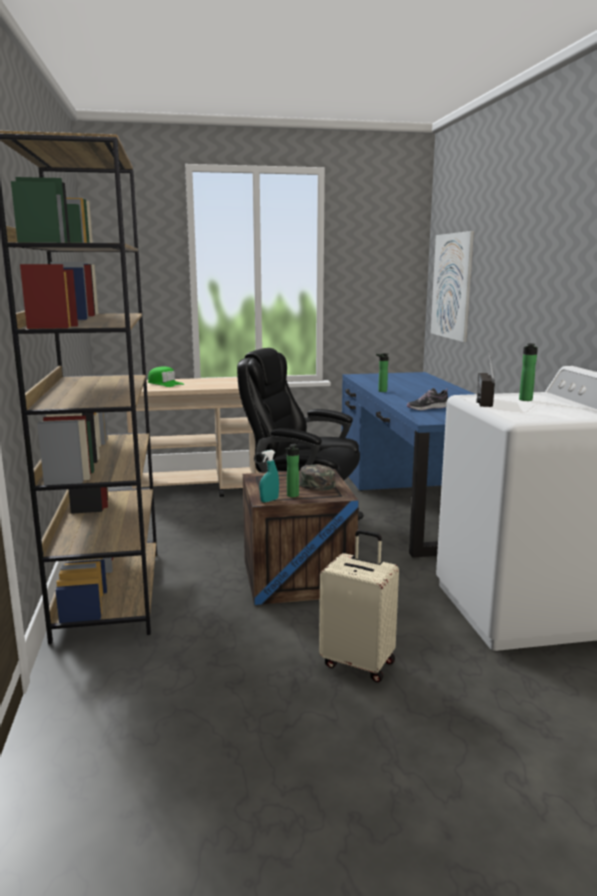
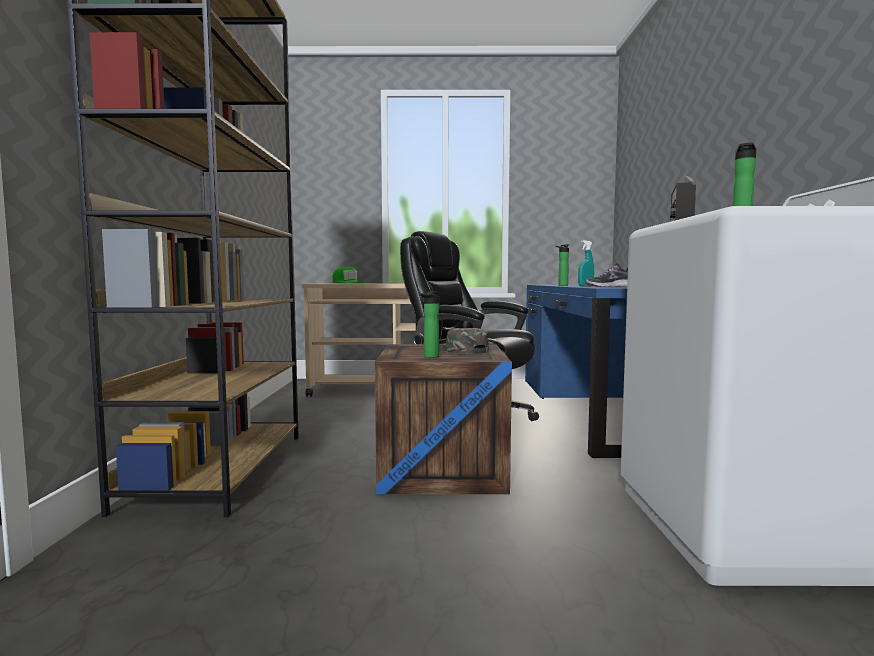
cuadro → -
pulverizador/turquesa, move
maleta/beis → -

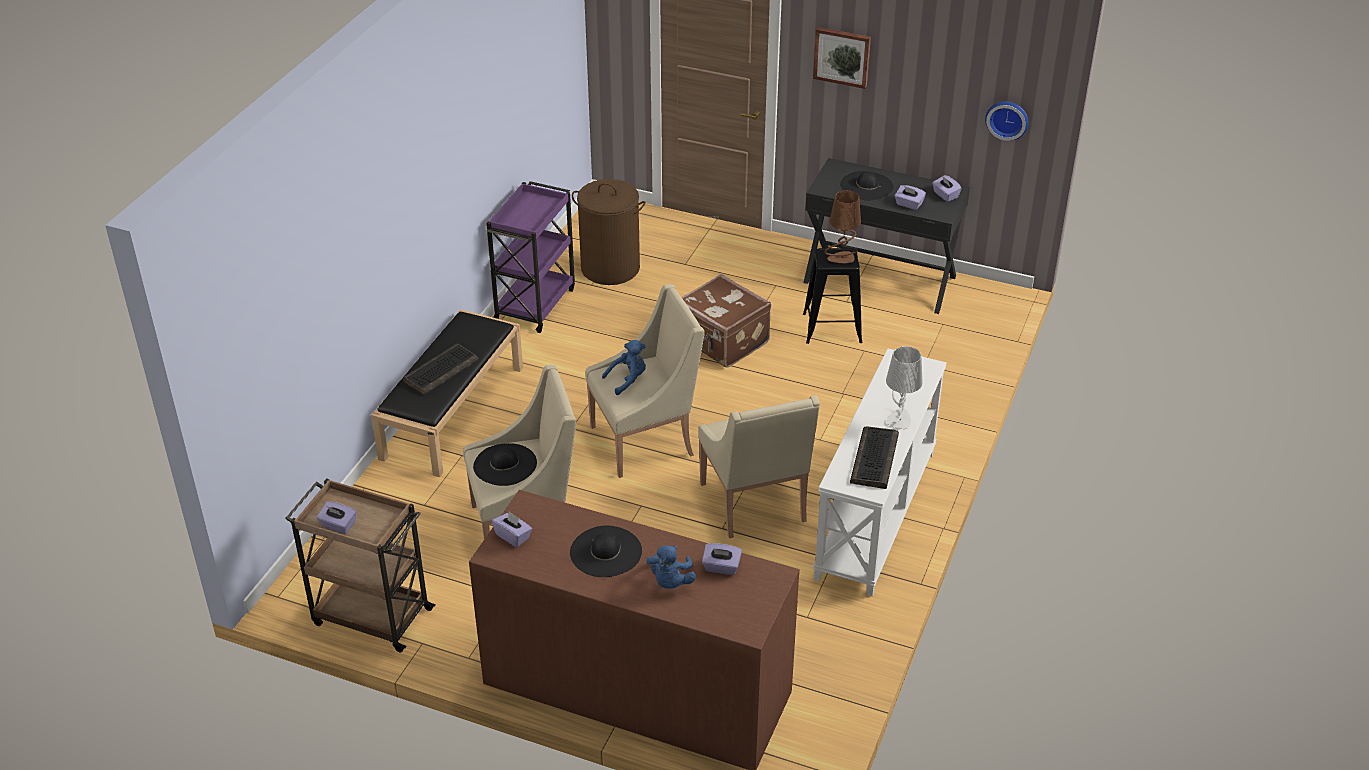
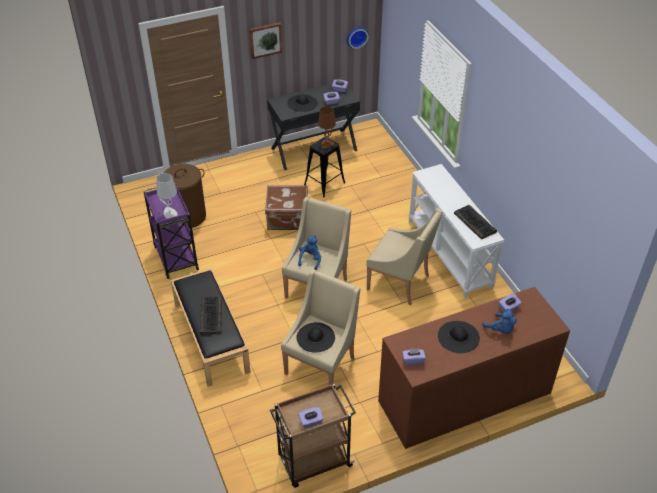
lámpara de mesa/gris, move

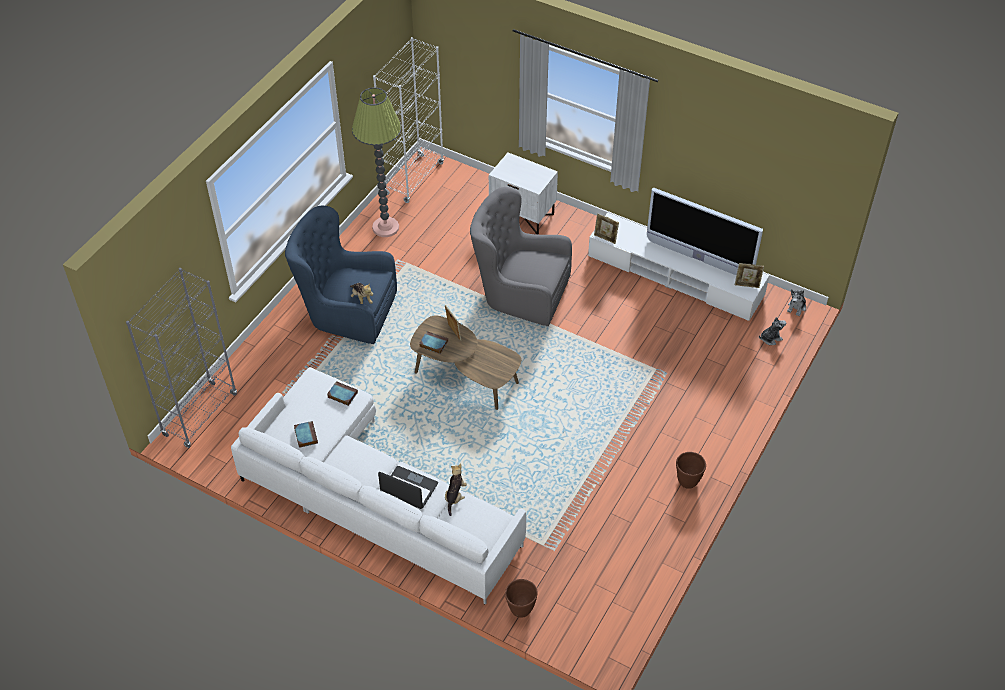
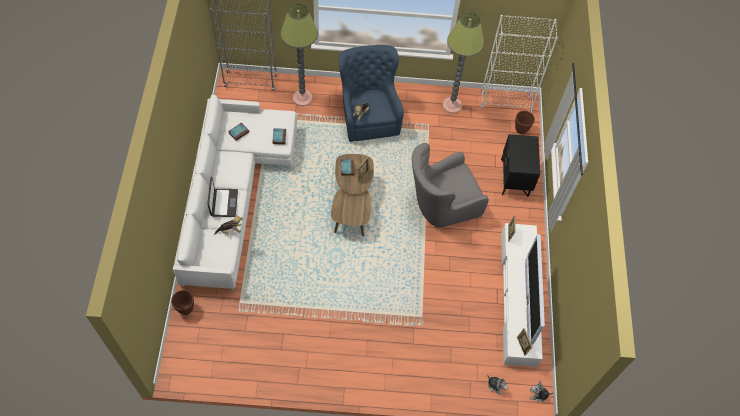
mesita de noche/blanco → mesita de noche/negro
sillón/gris, 105 degrees counterclockwise
maceta/marrón (2nd from left), move
- → lámpara de pie (1st from left)

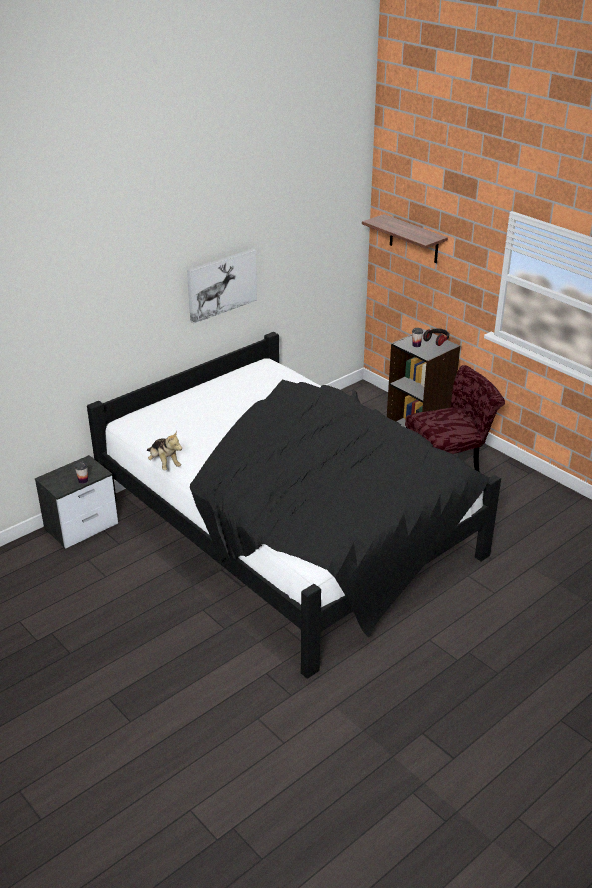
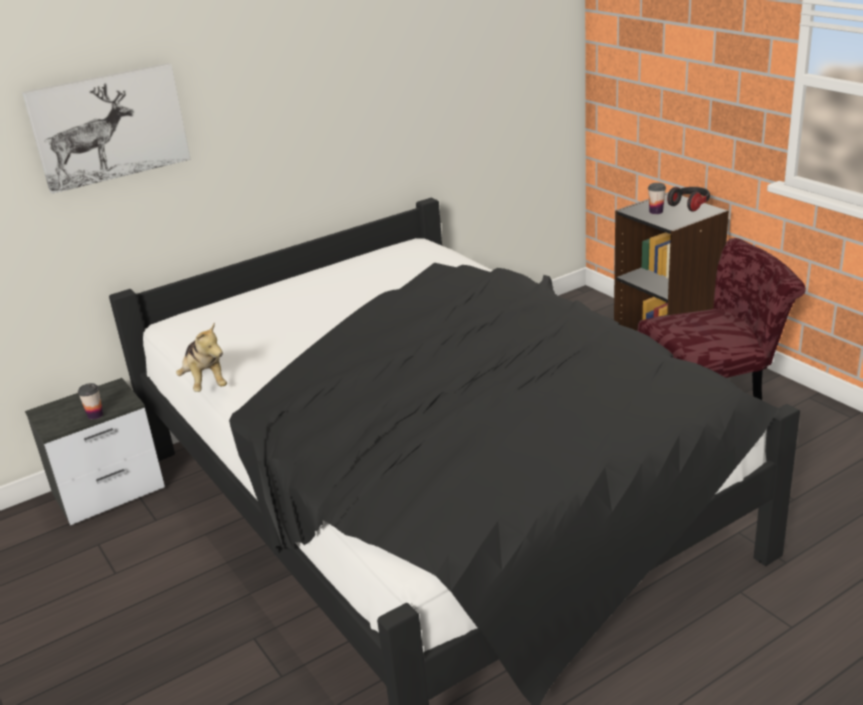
estante → -
cuadro, move

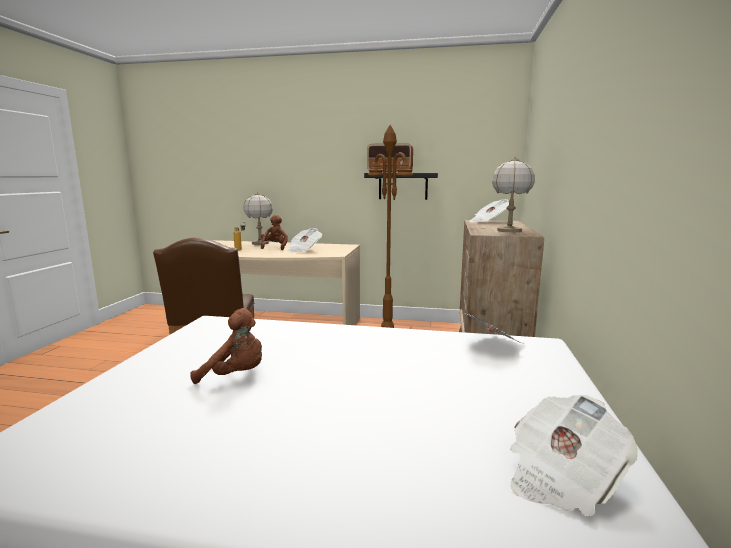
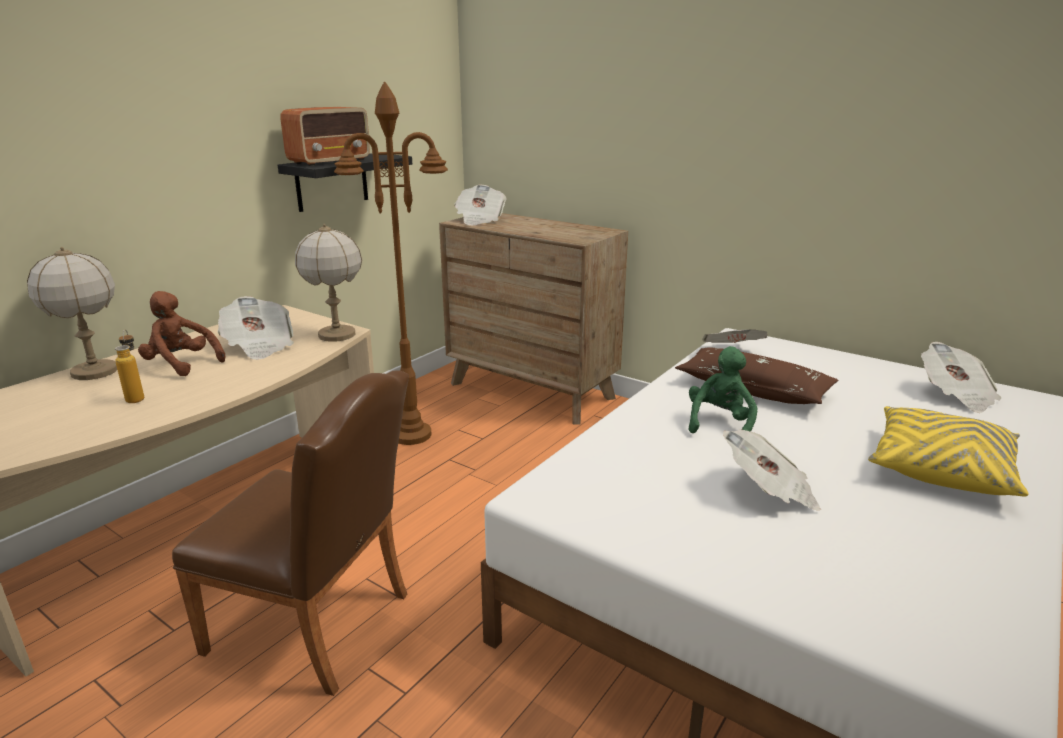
lámpara de mesa (2nd from left), move
peluche/marrón (1st from left) → periódico (4th from left)
- → peluche/verde
- → cojín/marrón
- → cojín/amarillo

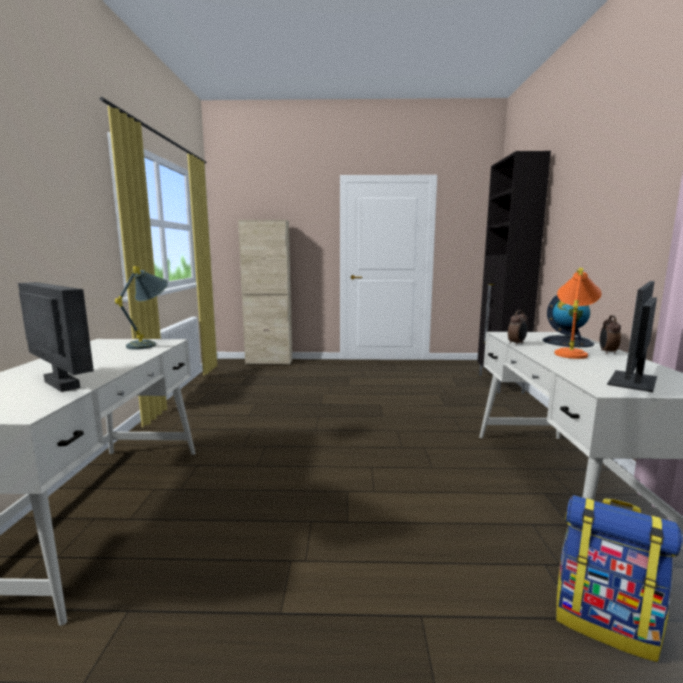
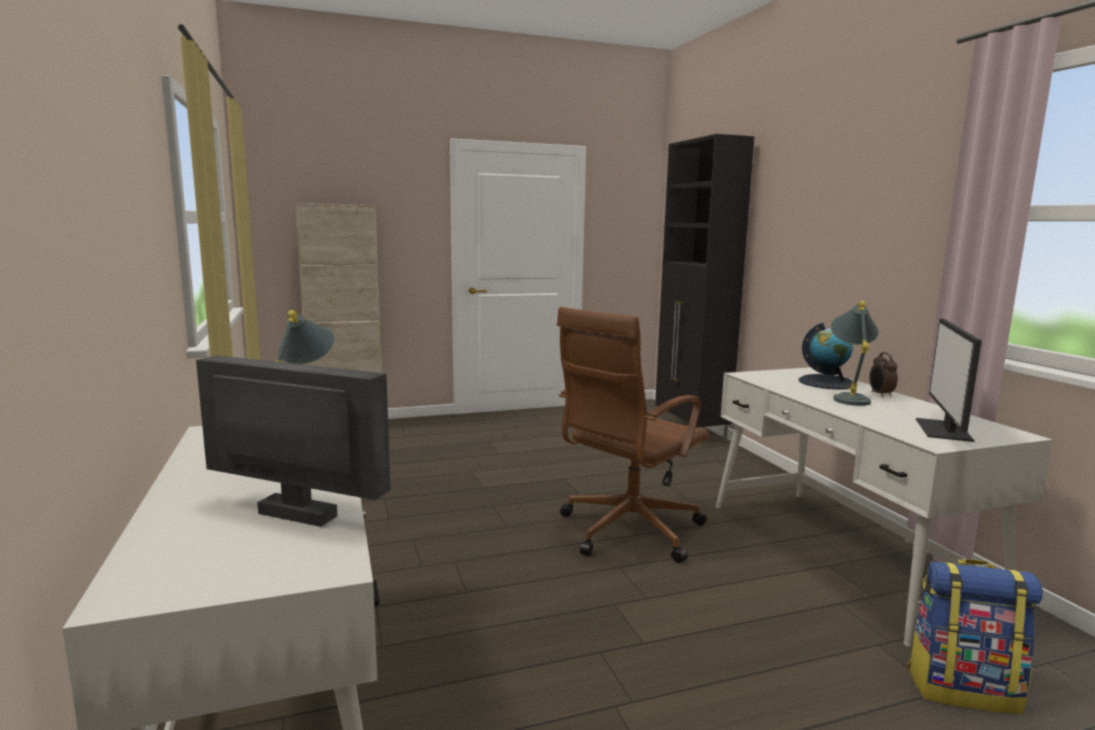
lámpara de mesa/naranja → lámpara de mesa/gris (2nd from left)
despertador (1st from left) → -
- → silla de oficina/marrón

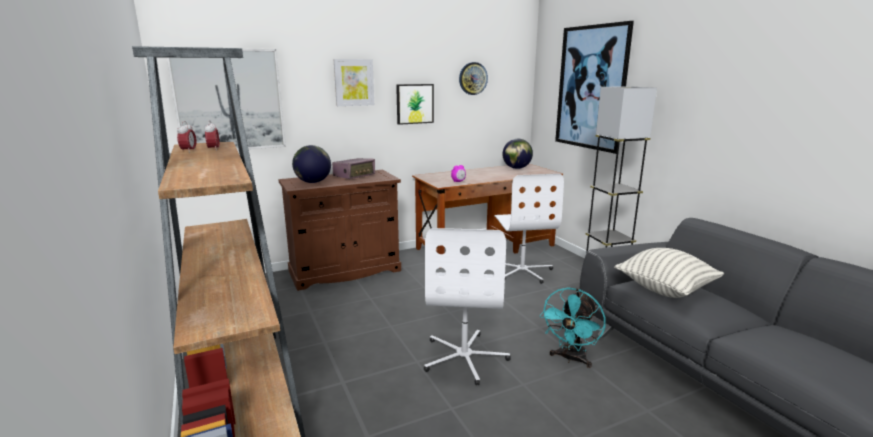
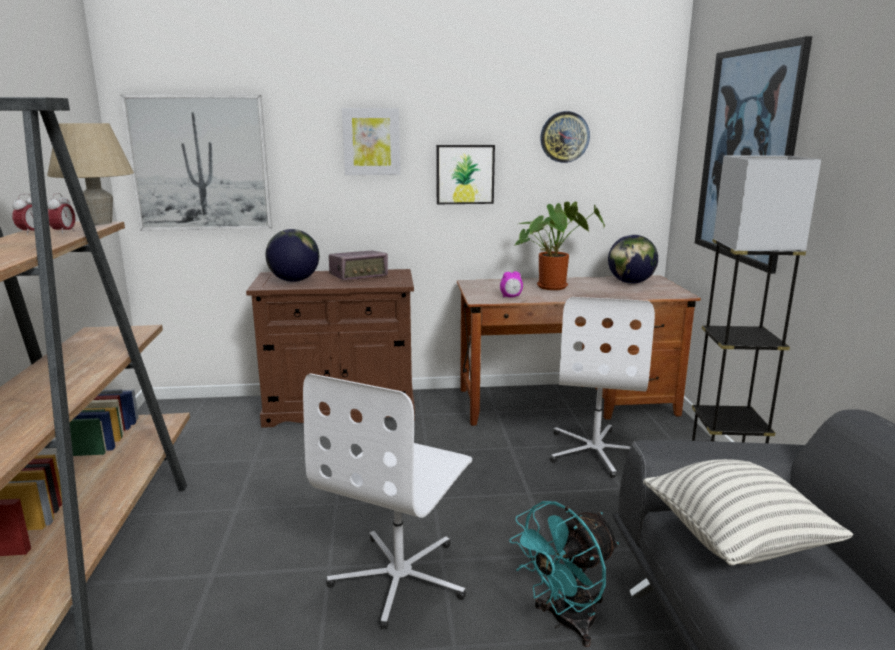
- → lámpara de mesa/beis
- → planta en maceta

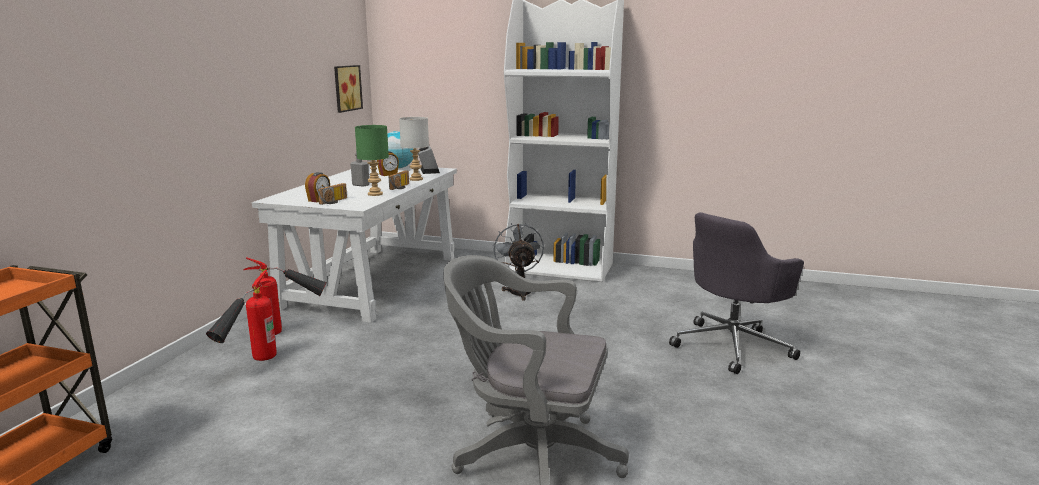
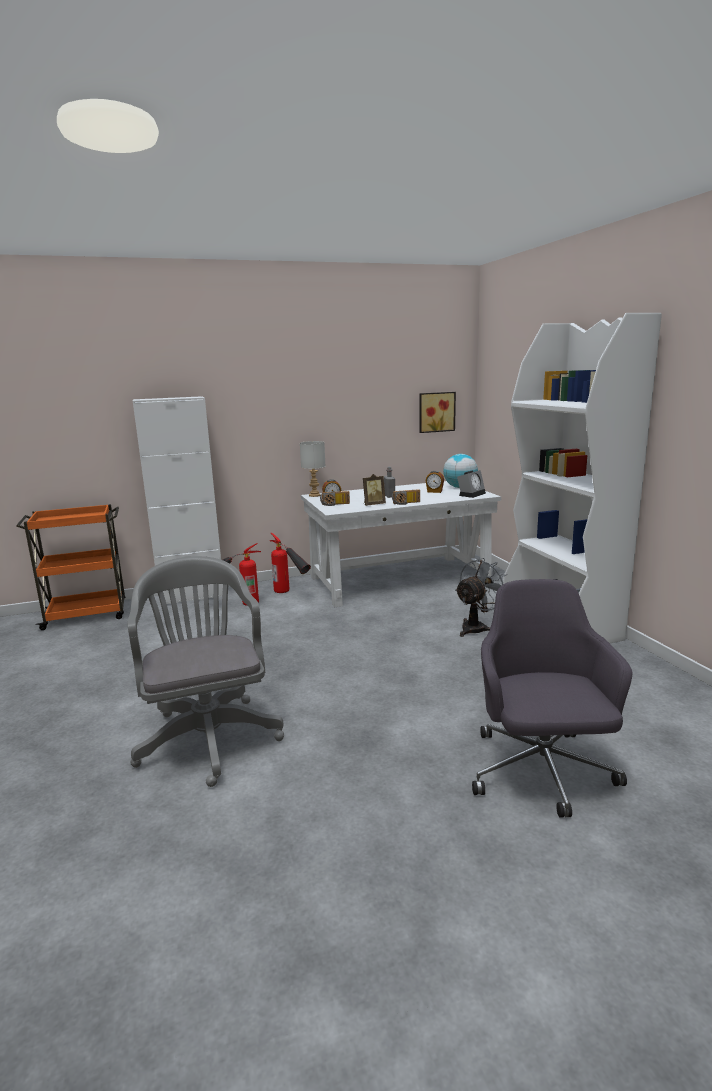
lámpara de mesa/gris, move
lámpara de mesa/verde → portarretratos
silla de oficina/gris (2nd from left), 75 degrees clockwise
- → armario/blanco

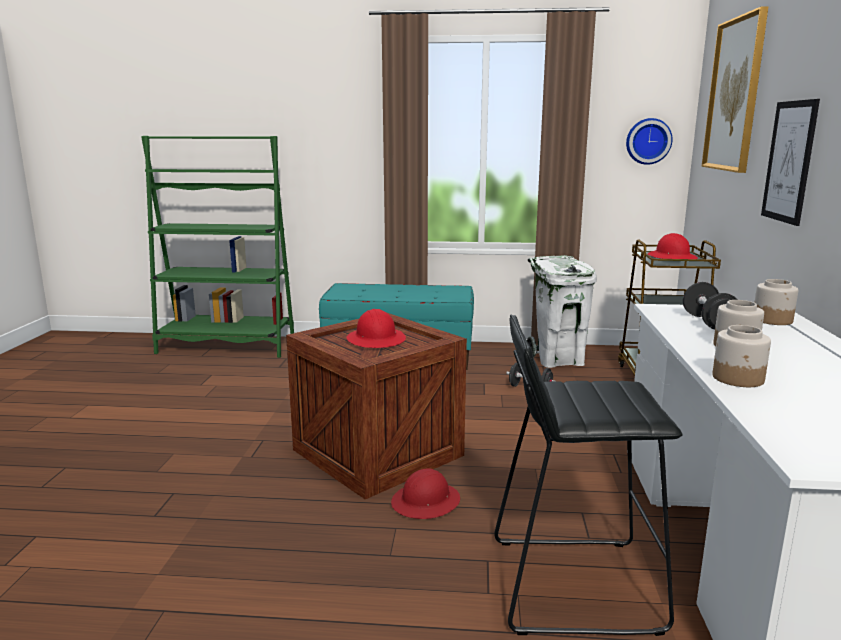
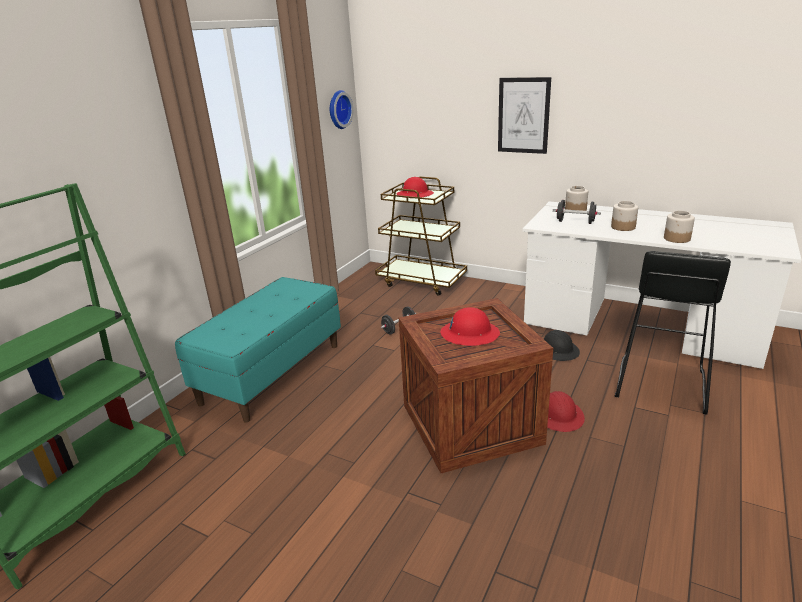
cuadro (1st from left) → -
papelera/blanco → -
- → casco/negro

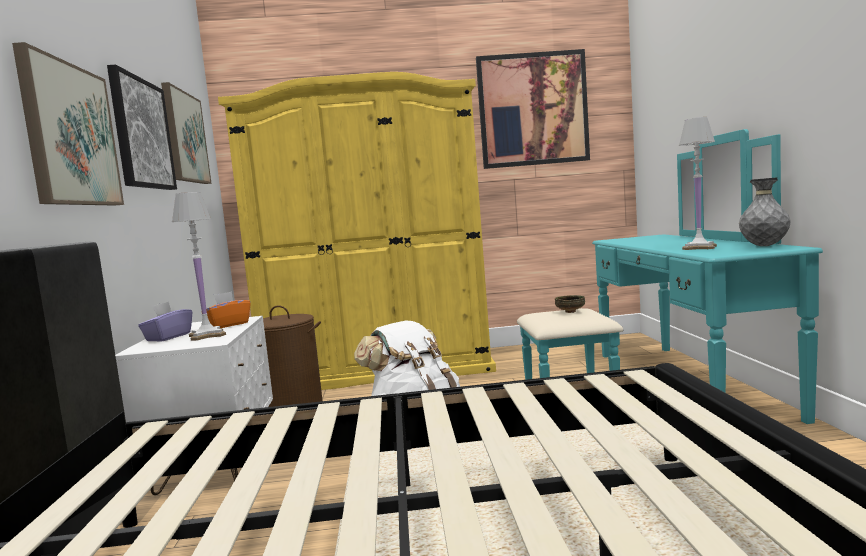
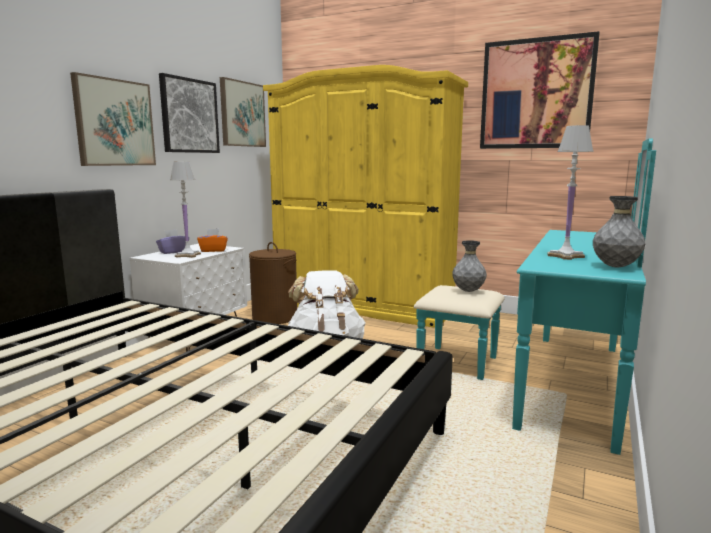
cuenco → florero/gris (1st from left)

